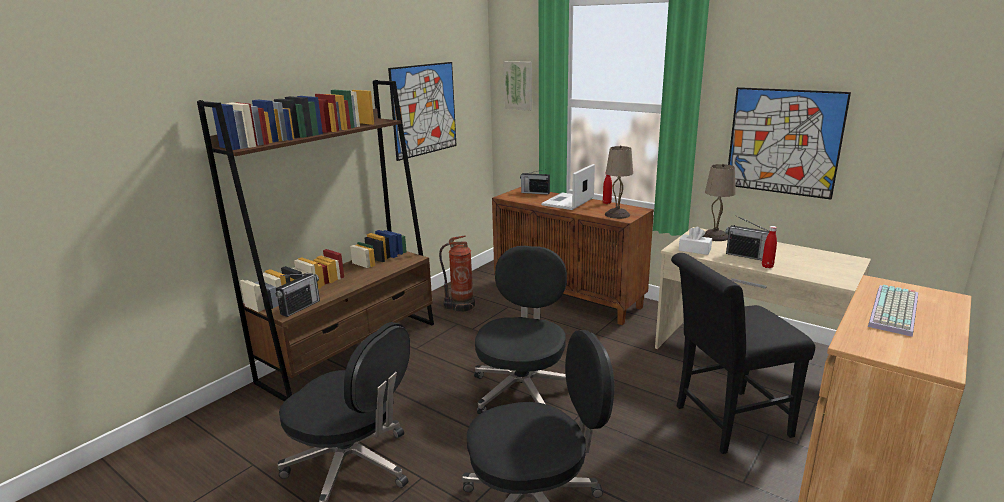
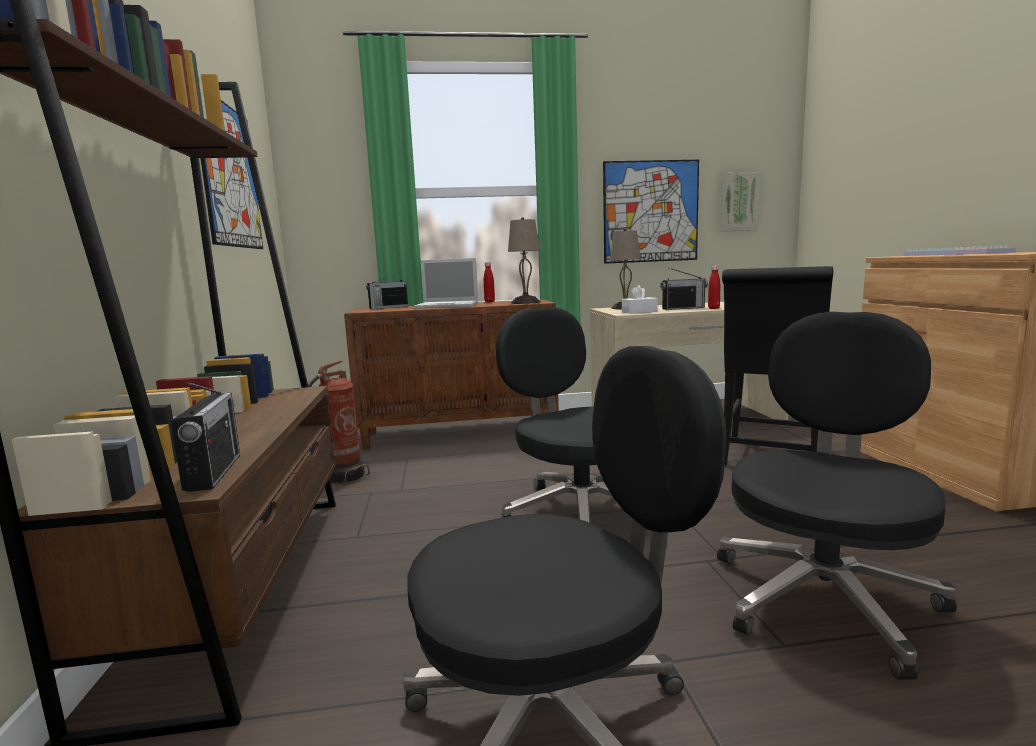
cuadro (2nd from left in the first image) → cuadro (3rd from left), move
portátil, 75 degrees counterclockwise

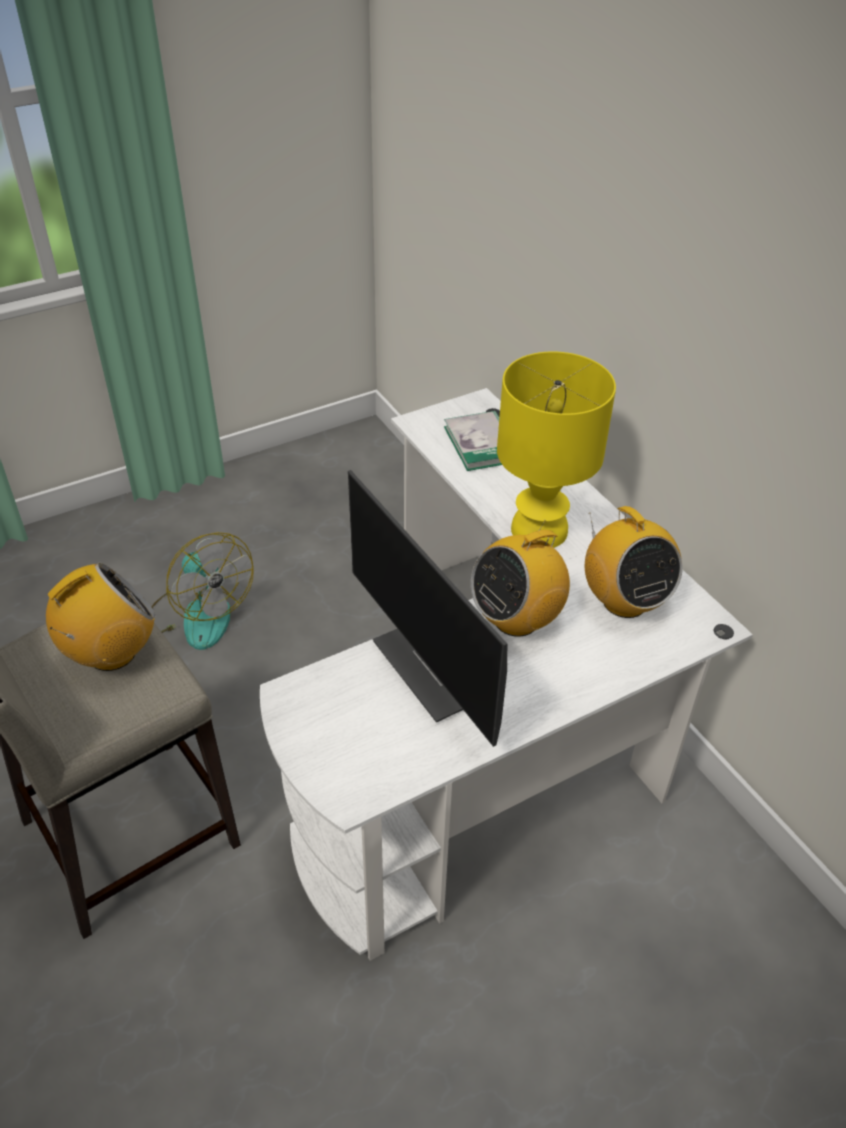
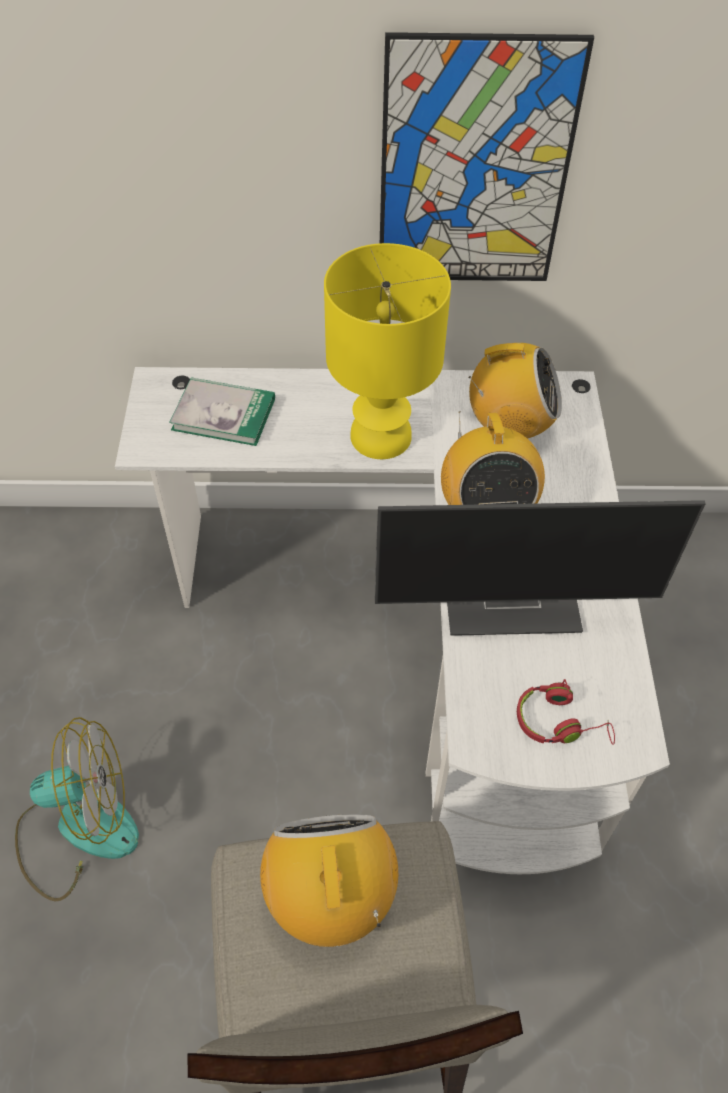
- → cuadro
- → auriculares/rojo

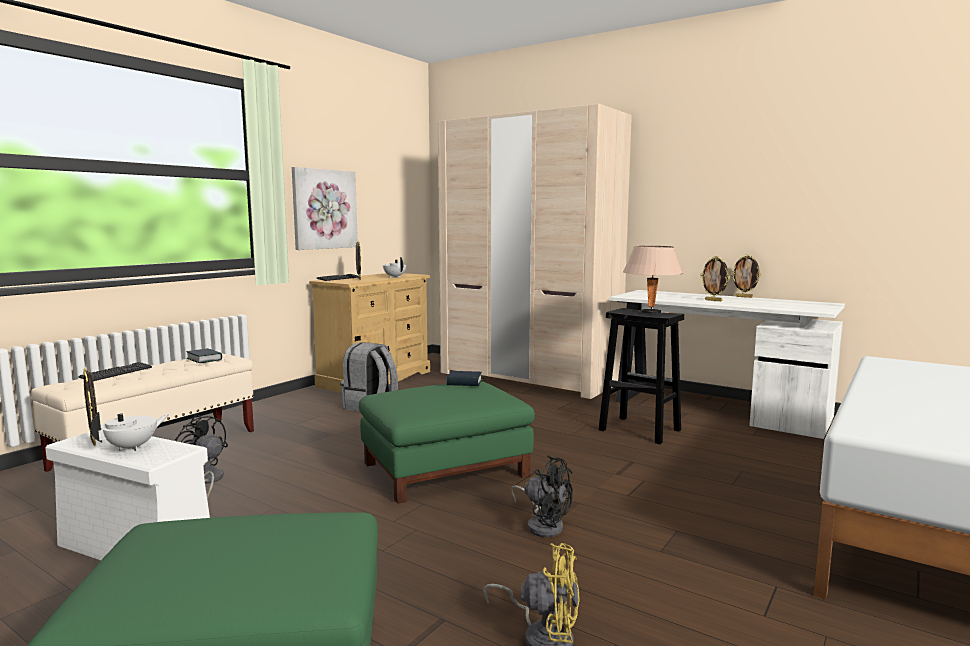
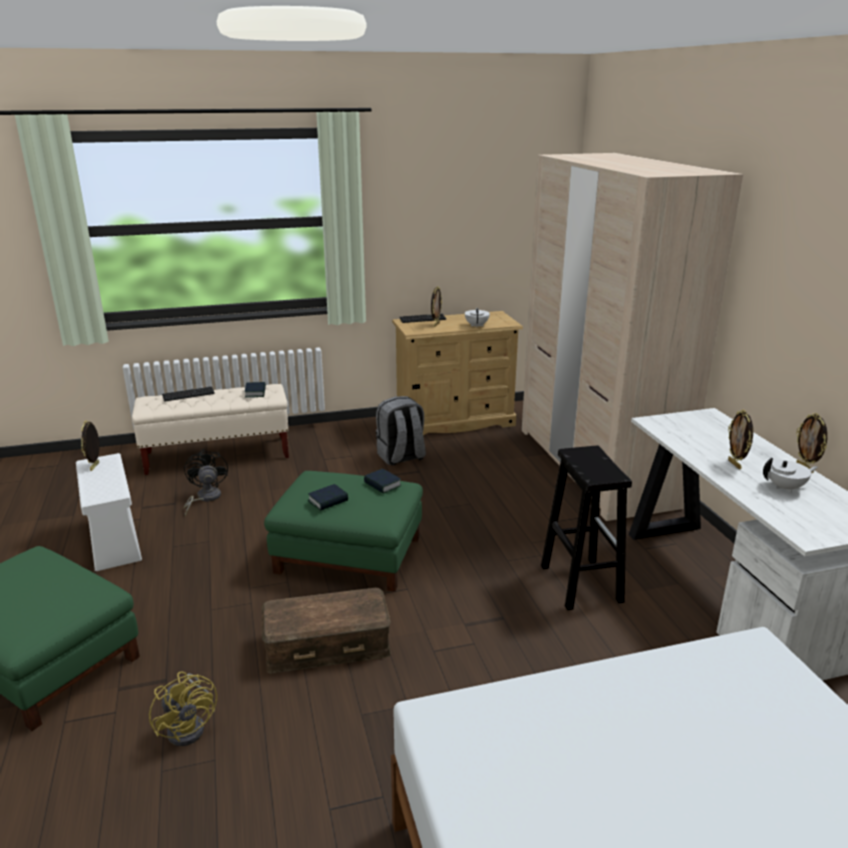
cuadro → -
lámpara de mesa/beis → -
tetera/blanco (1st from left in the first image) → tetera/blanco (2nd from left), move
ventilador/negro (2nd from left) → caja de almacenaje/marrón
- → libro (2nd from left)

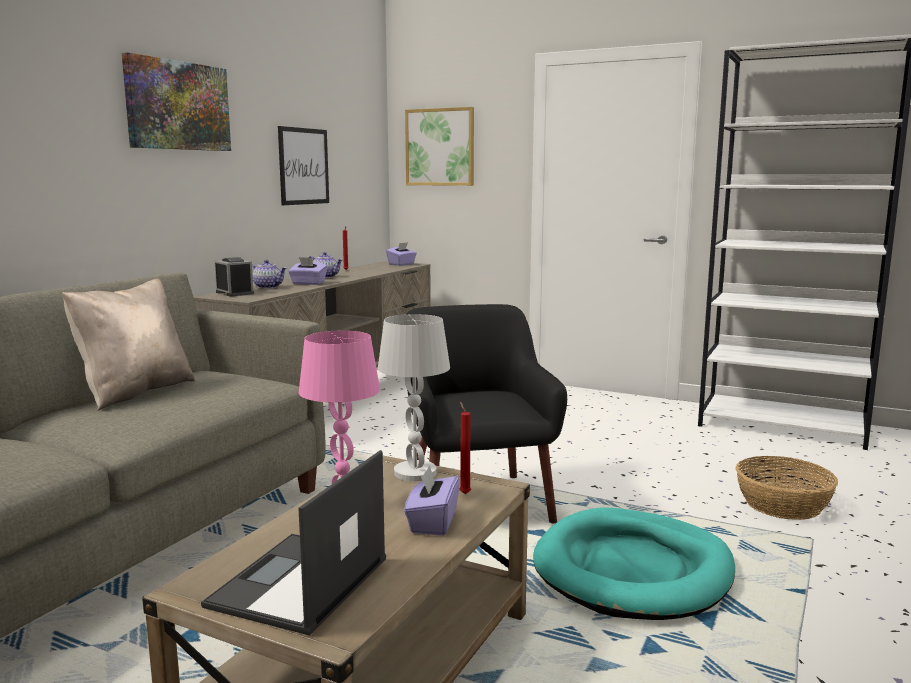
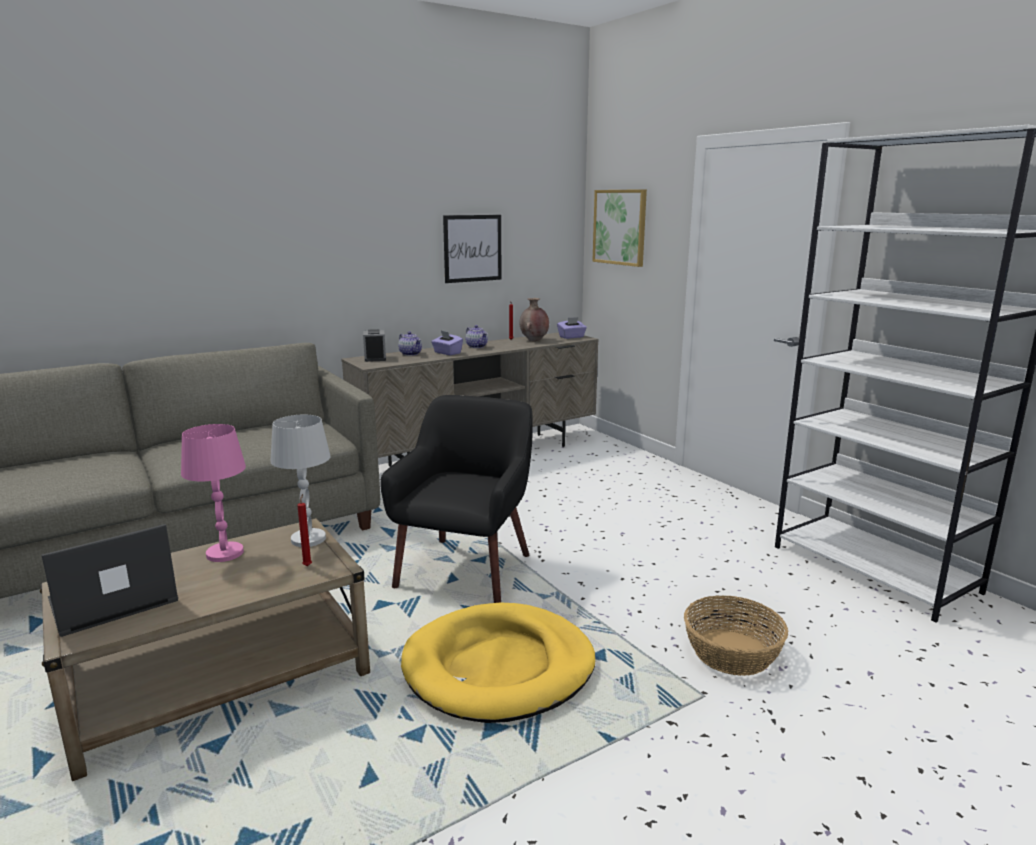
cuadro (1st from left) → -
cojín/beis → -
caja de pañuelos/morado (3rd from left) → -
cama para perro/turquesa → cama para perro/amarillo
- → florero/marrón

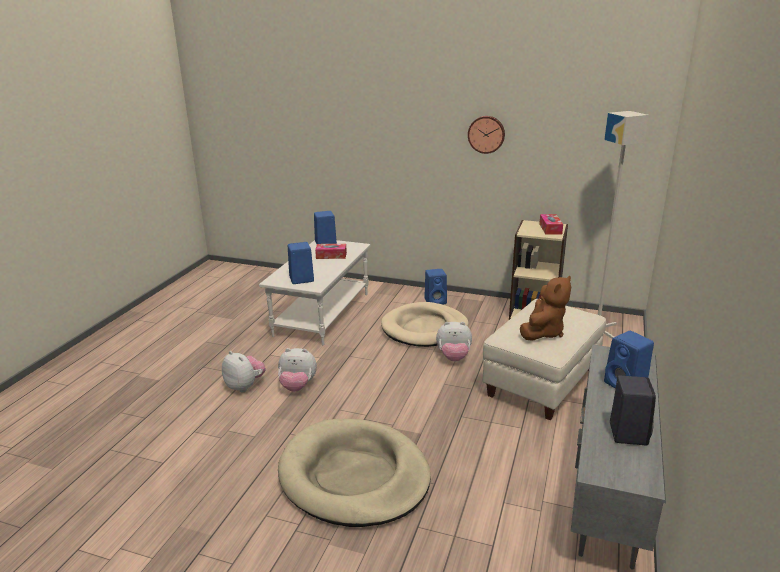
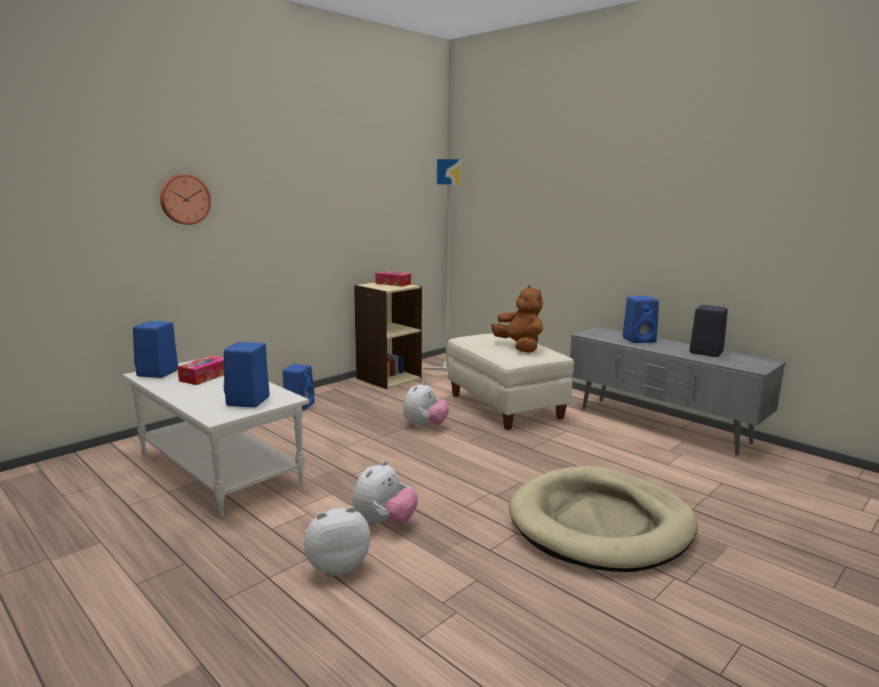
reloj de pared, move
cama para perro/beis (2nd from left) → -

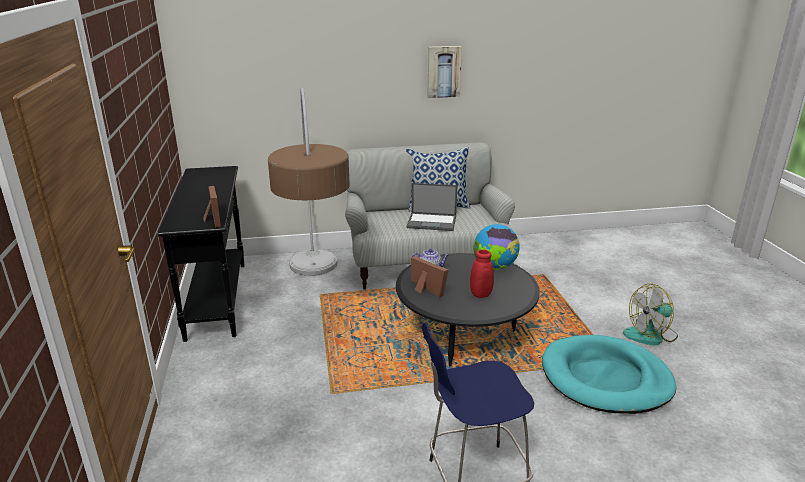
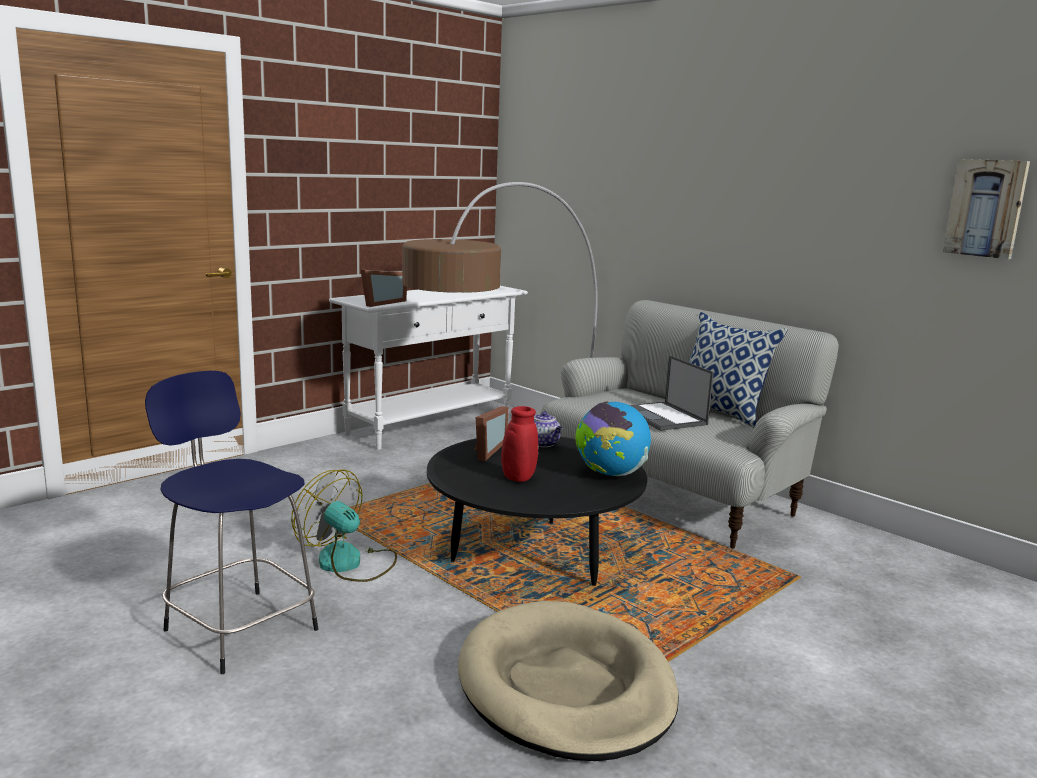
cuadro, move
mesa consola/negro → mesa consola/blanco
ventilador, move
cama para perro/turquesa → cama para perro/beis

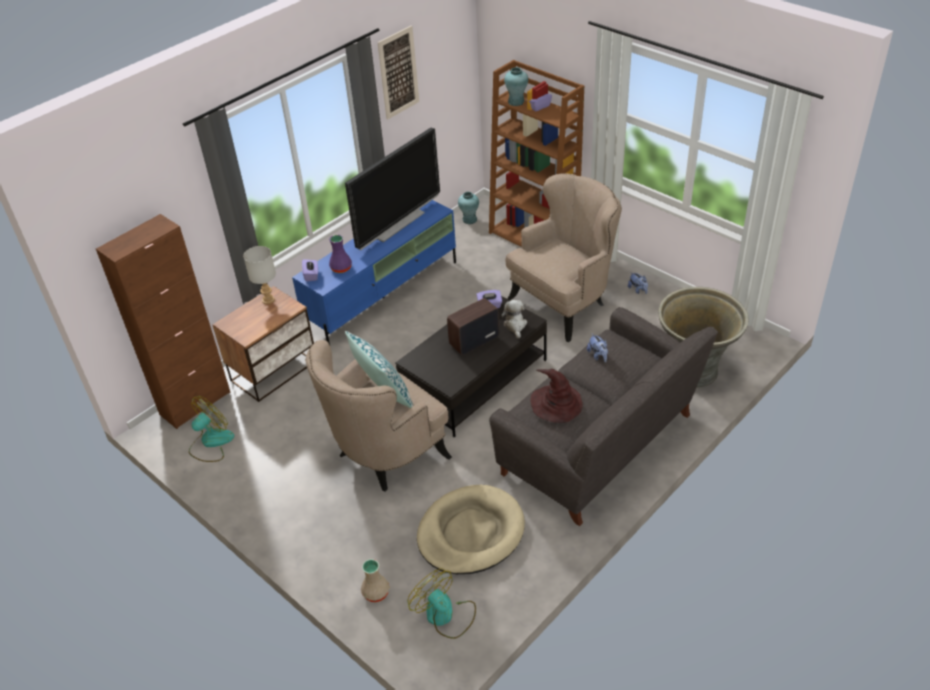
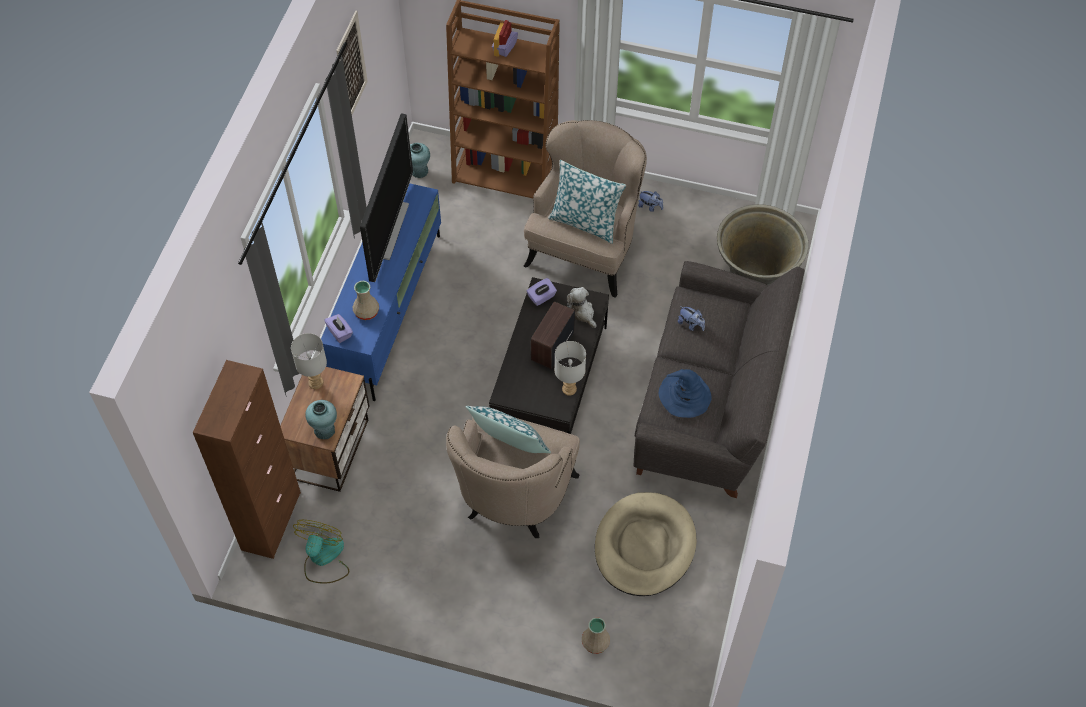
florero/turquesa (2nd from left in the first image) → florero/turquesa (1st from left), move
florero/morado → florero/beis (1st from left)
sombrero/marrón → sombrero/azul
ventilador (2nd from left) → -
- → cojín (2nd from left)
- → lámpara de mesa/gris (2nd from left)

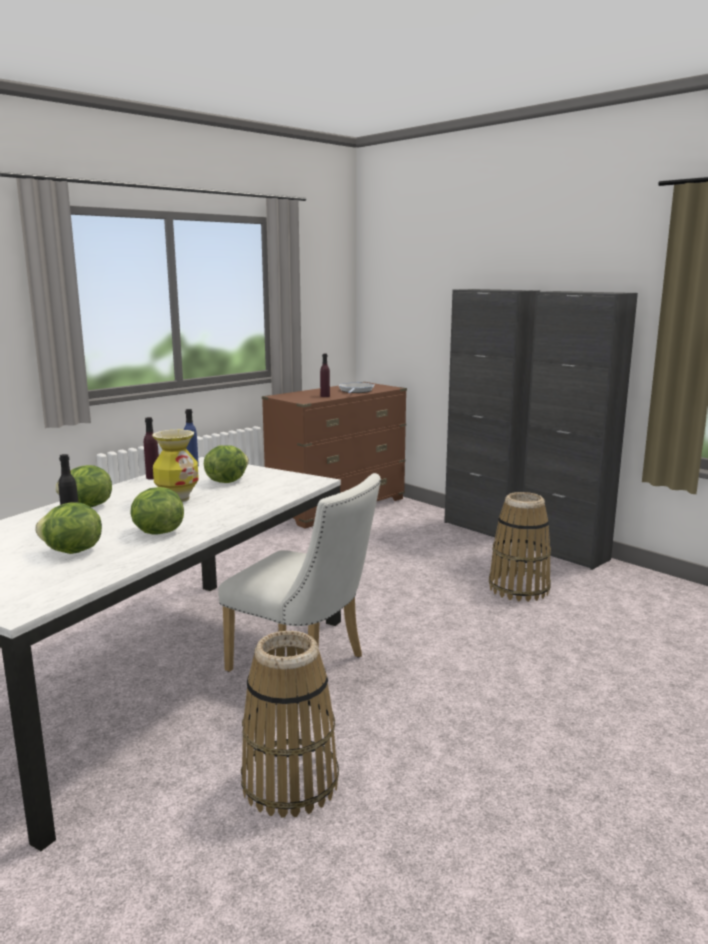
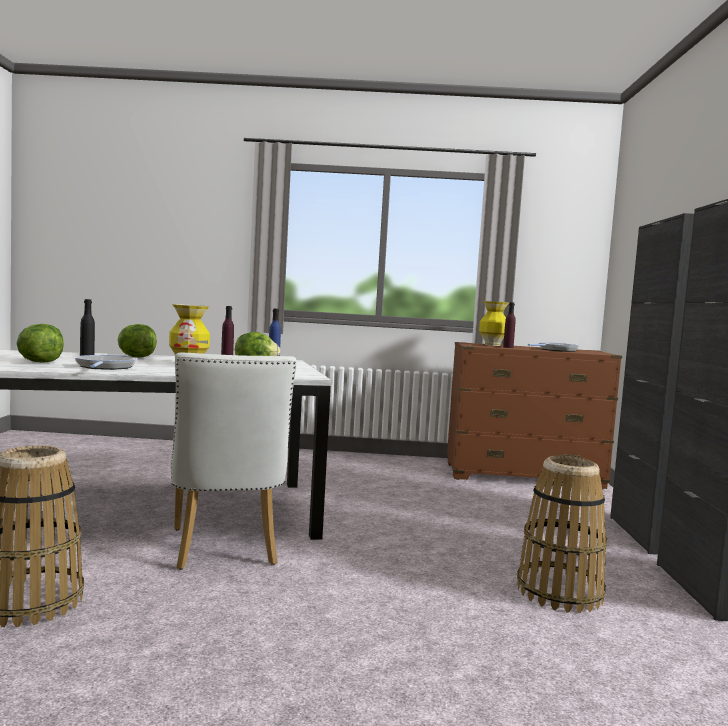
lechuga (3rd from left) → sartén (1st from left)
- → florero (2nd from left)

